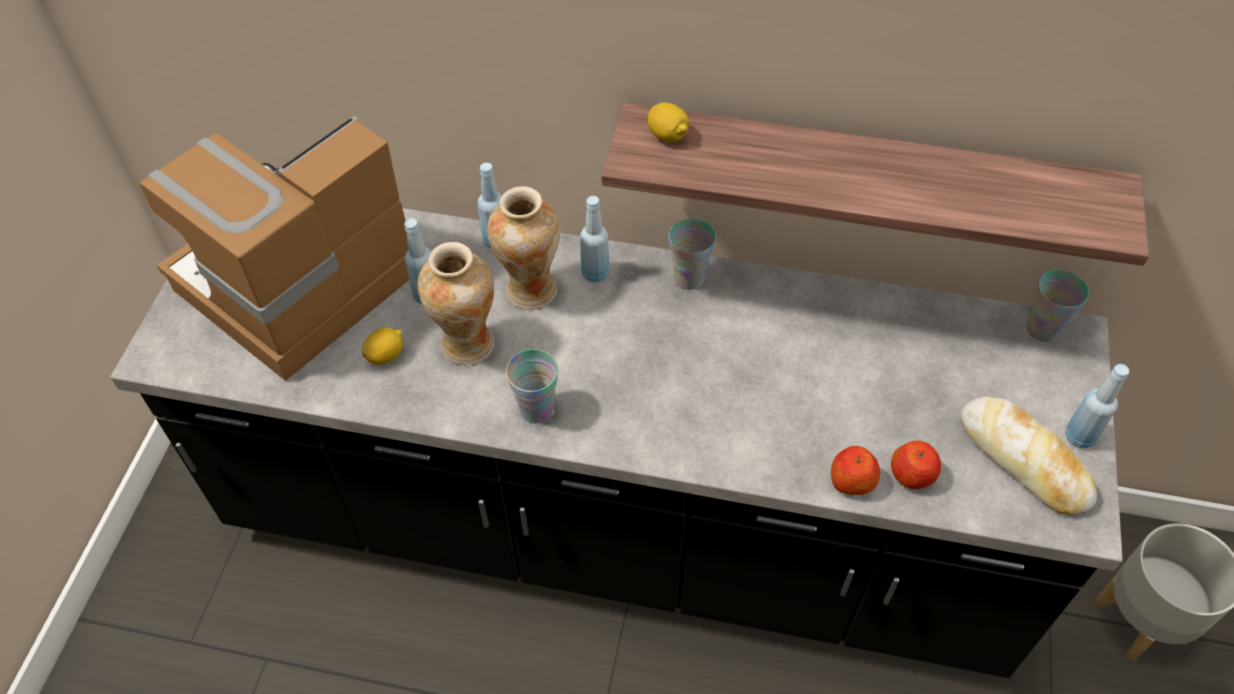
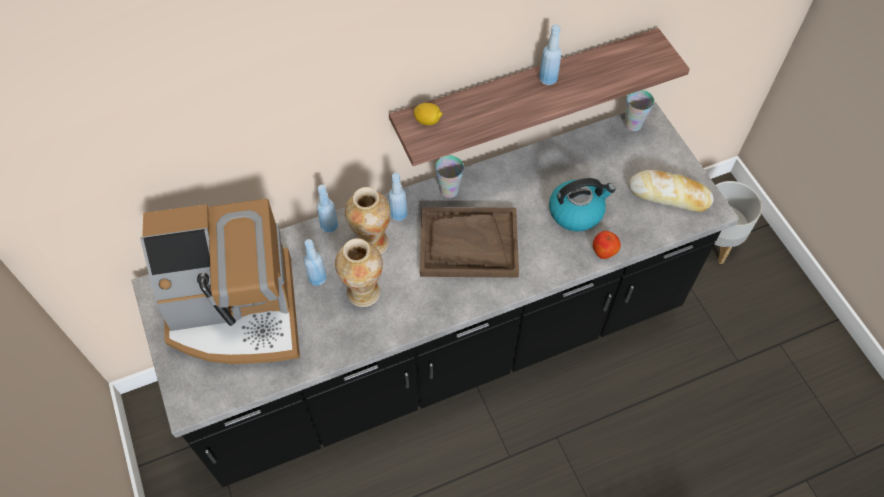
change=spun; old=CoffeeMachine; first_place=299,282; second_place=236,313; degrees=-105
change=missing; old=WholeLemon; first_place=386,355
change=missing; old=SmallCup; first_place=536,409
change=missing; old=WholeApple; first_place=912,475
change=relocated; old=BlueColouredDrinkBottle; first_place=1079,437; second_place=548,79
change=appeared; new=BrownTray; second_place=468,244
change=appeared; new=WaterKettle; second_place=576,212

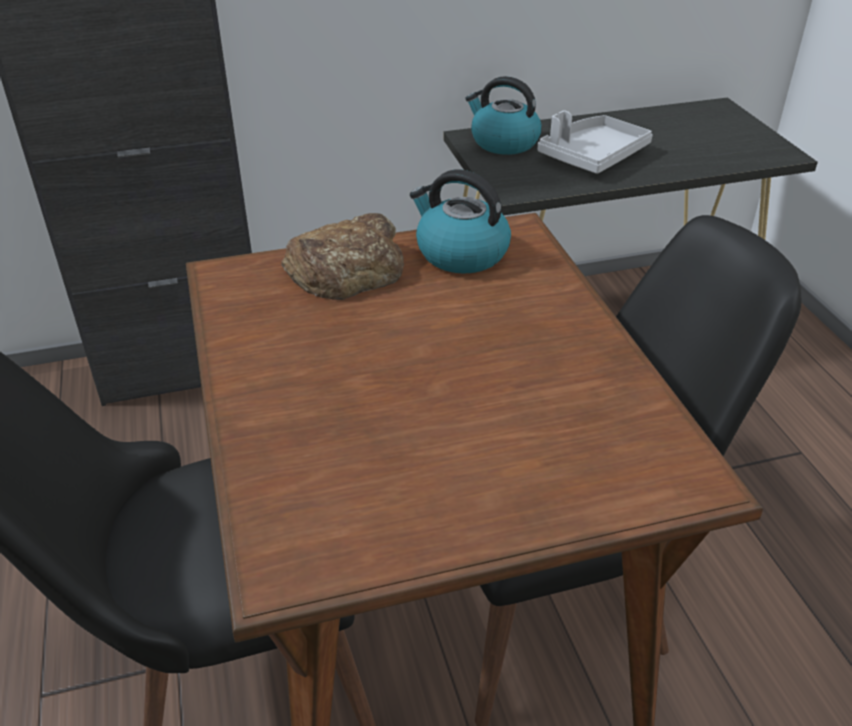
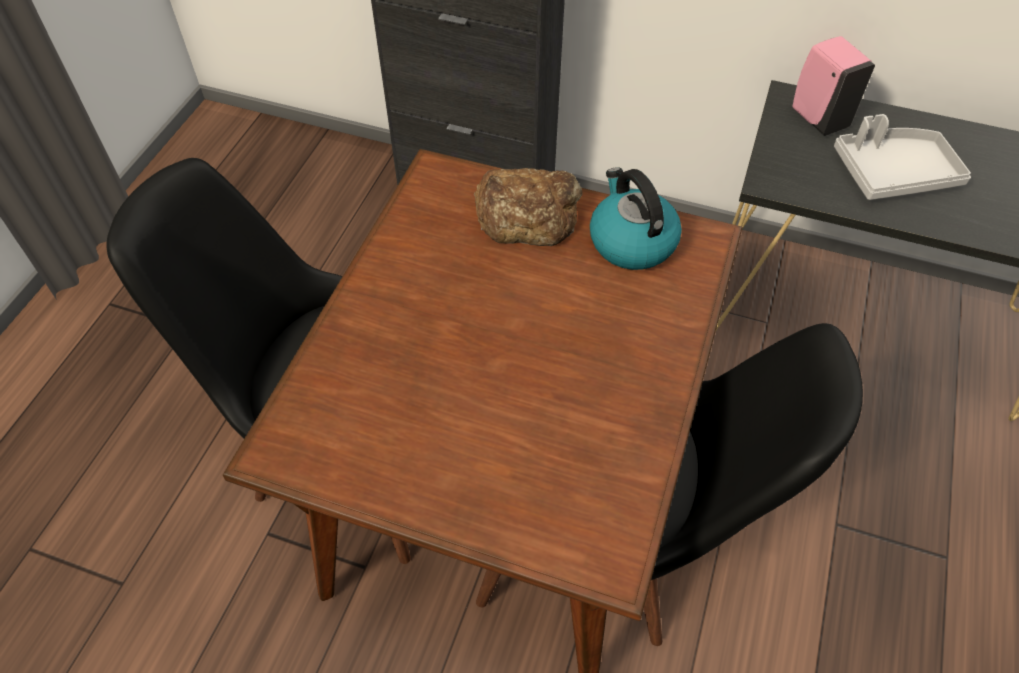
change=exchanged; old=WaterKettle; new=PinkColouredLiquidSoapBottle; first_place=503,142; second_place=817,118

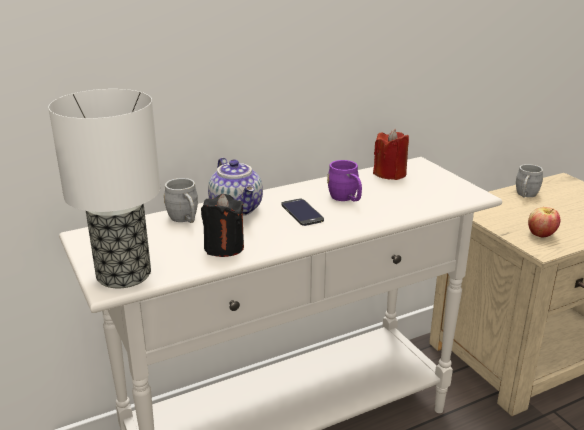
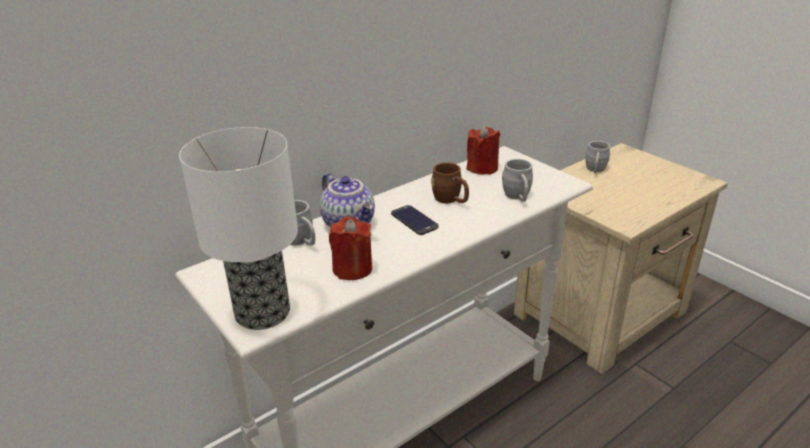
change=colour; old=BlackColouredWaxLight; new=RedWaxLight; first_place=224,247; second_place=352,269
change=colour; old=PurpleColouredTeaMug; new=BrownTeaMug; first_place=346,199; second_place=451,200
change=missing; old=WholeApple; first_place=541,235
change=appeared; new=GrayTeaMug; second_place=518,197

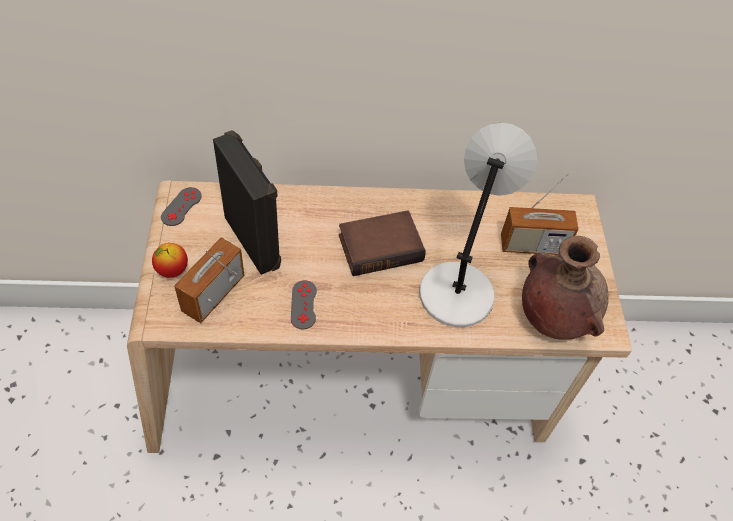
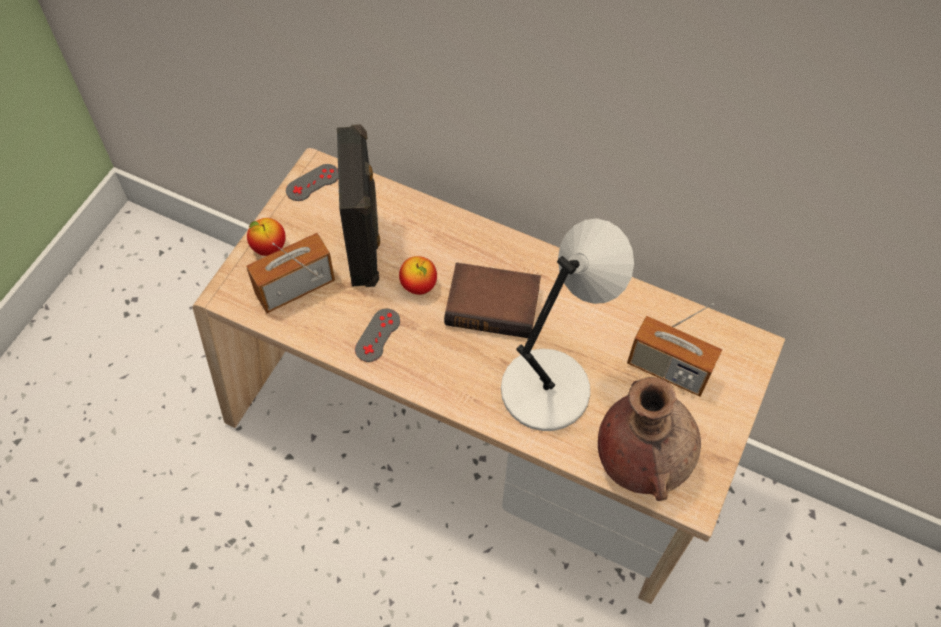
change=appeared; new=WholeApple; second_place=418,286

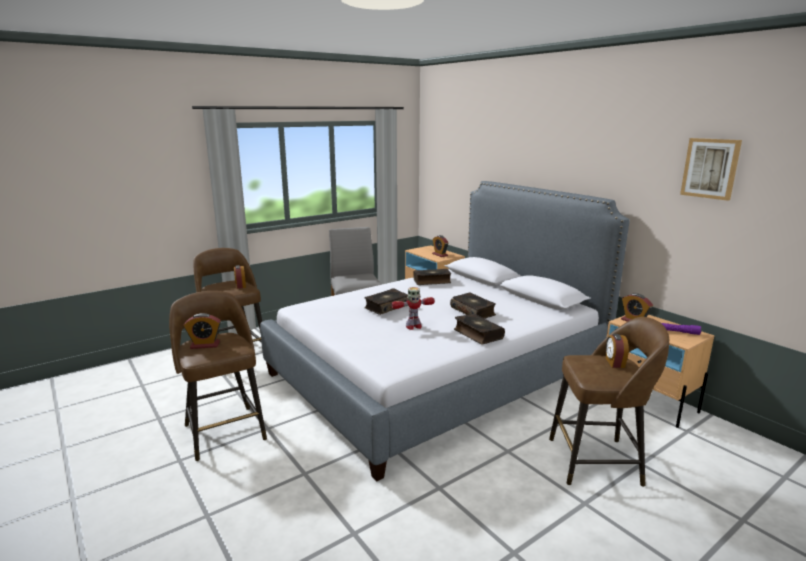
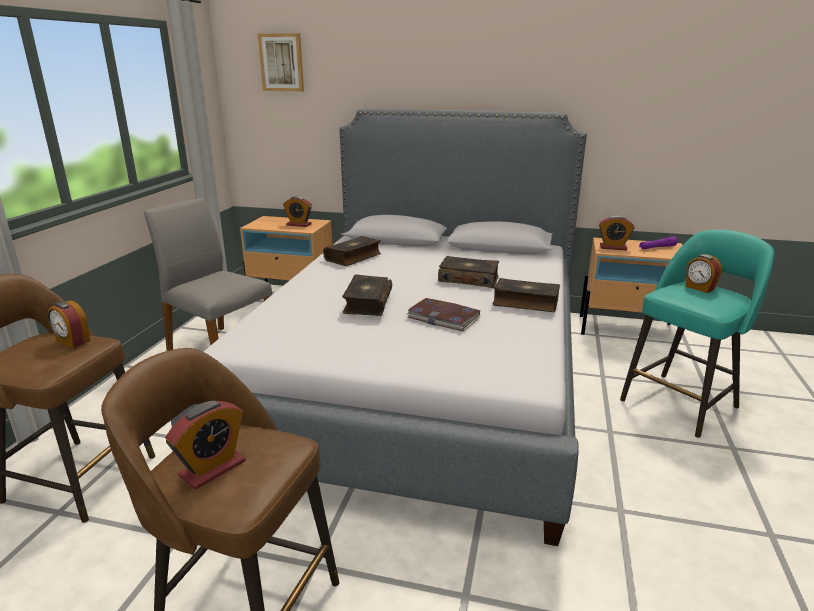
change=exchanged; old=ModelRobot; new=Book; first_place=413,326; second_place=444,317
change=colour; old=BrownStoolSeat; new=TurquoiseColouredStoolSeat; first_place=597,461; second_place=681,402
change=relocated; old=WallArt; first_place=710,168; second_place=282,62

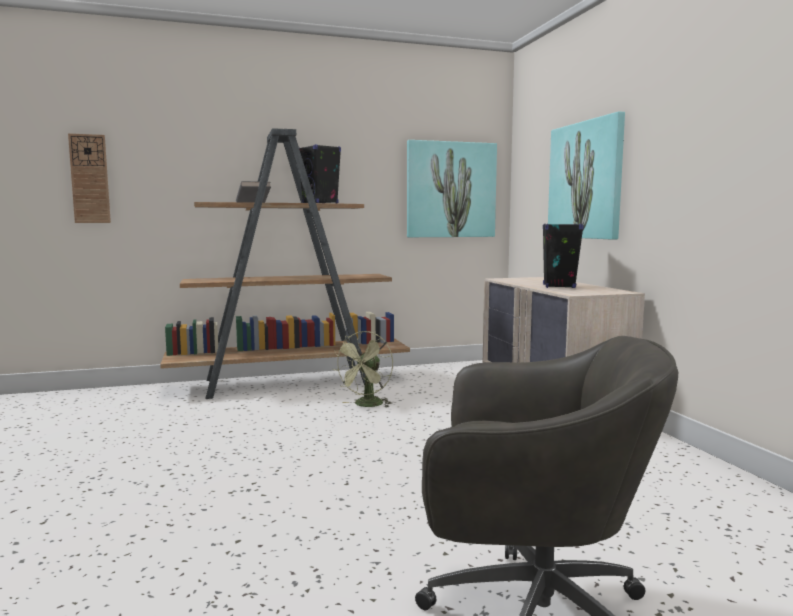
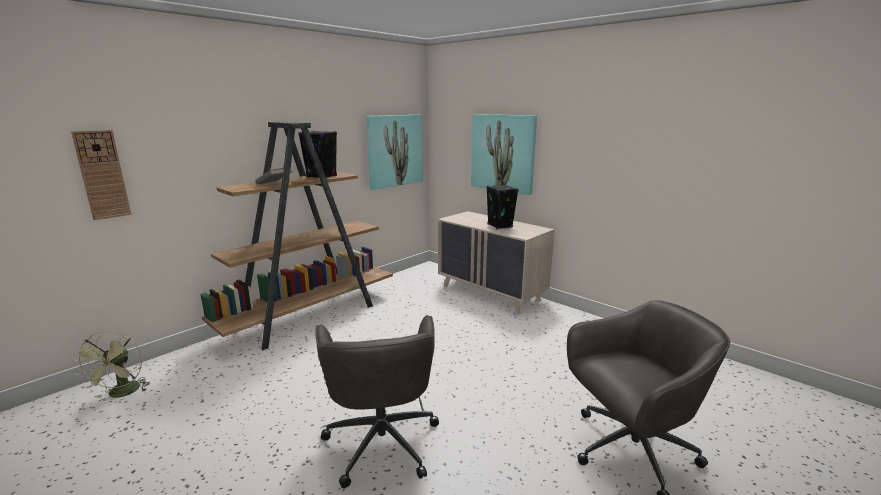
change=relocated; old=GreenCoolingFan; first_place=366,405; second_place=122,394
change=appeared; new=GrayComputerChair; second_place=382,439

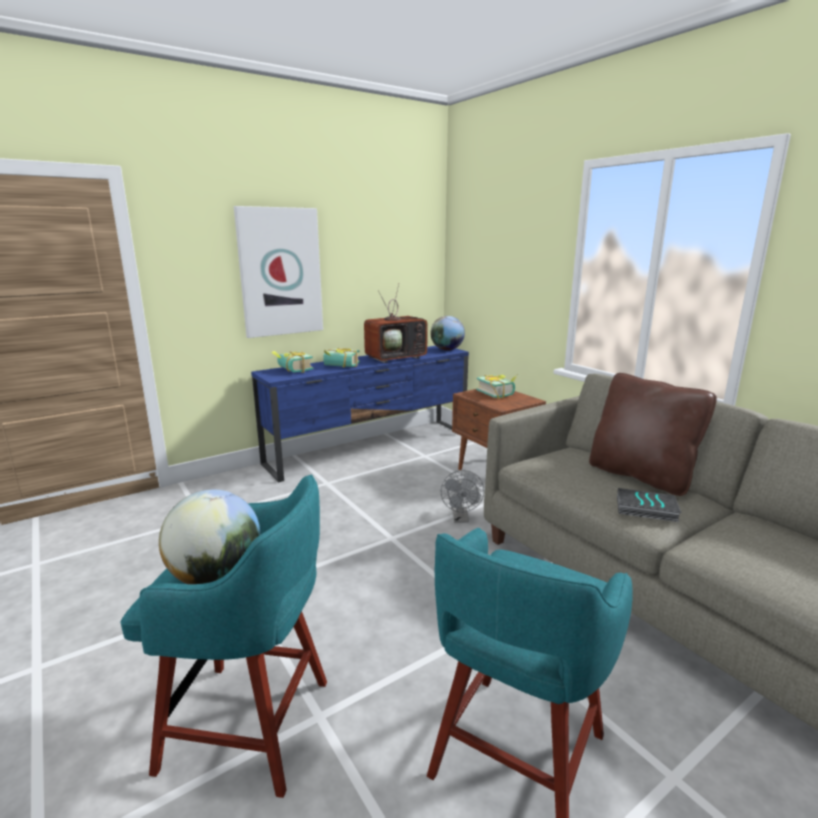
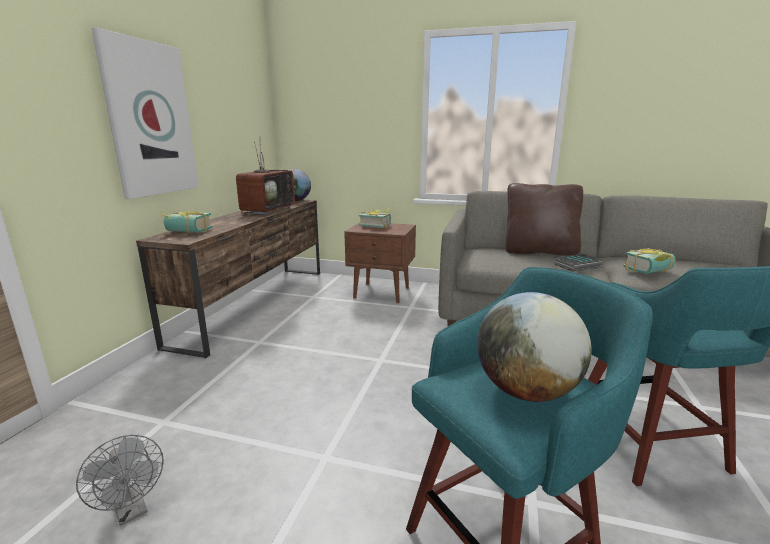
change=colour; old=BlueColouredTvStand; new=BrownTvStand; first_place=371,447; second_place=257,303
change=relocated; old=Book; first_place=340,366; second_place=651,272
change=relocated; old=GrayCoolingFan; first_place=461,519; second_place=132,511

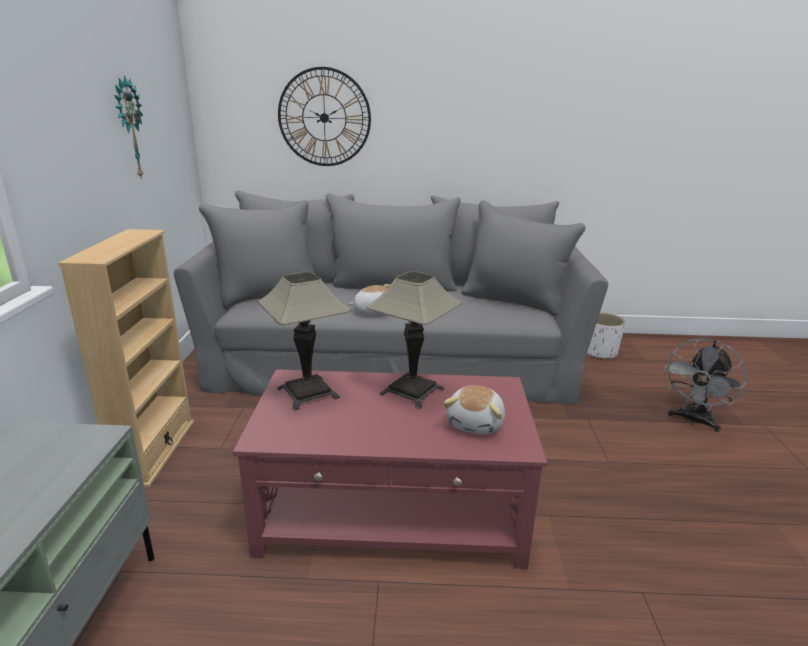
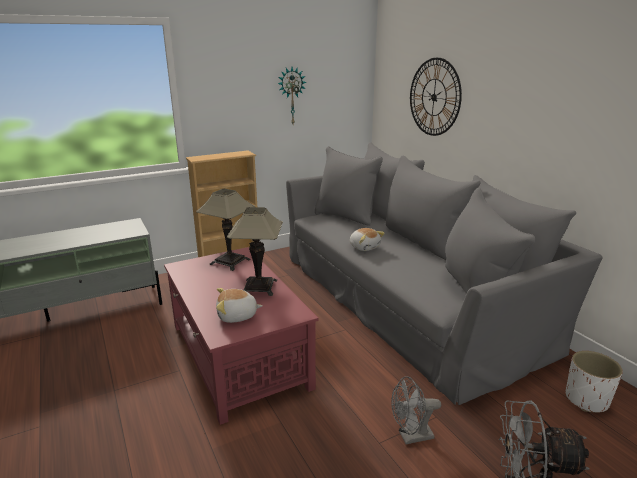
change=appeared; new=GrayCoolingFan; second_place=411,437

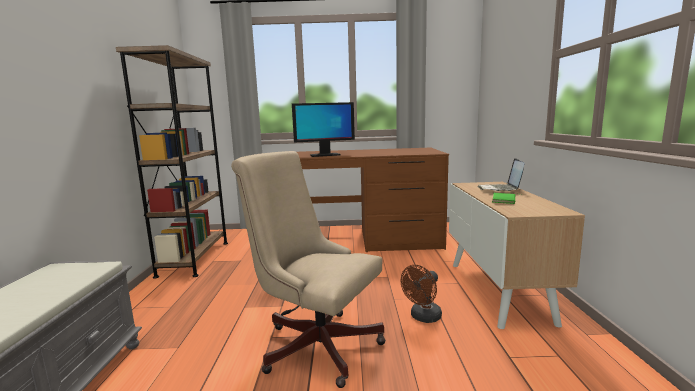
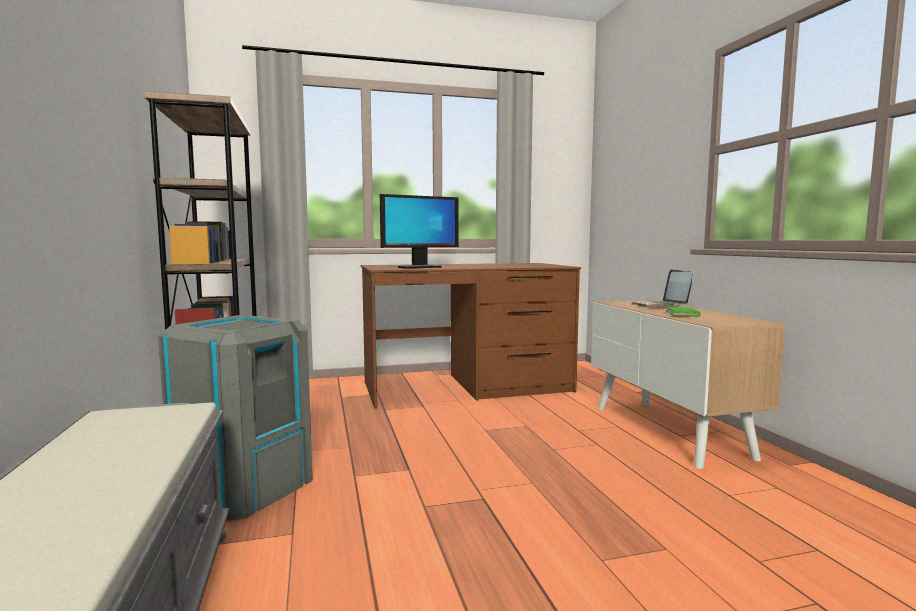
change=missing; old=BeigeComputerChair; first_place=315,343
change=missing; old=BrownCoolingFan; first_place=423,317
change=appeared; new=GrayRubbishBin; second_place=244,486

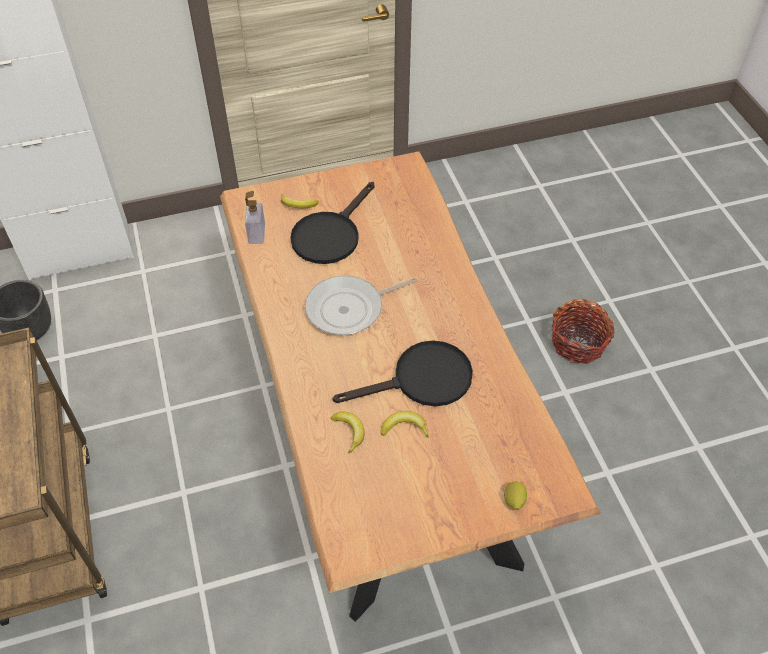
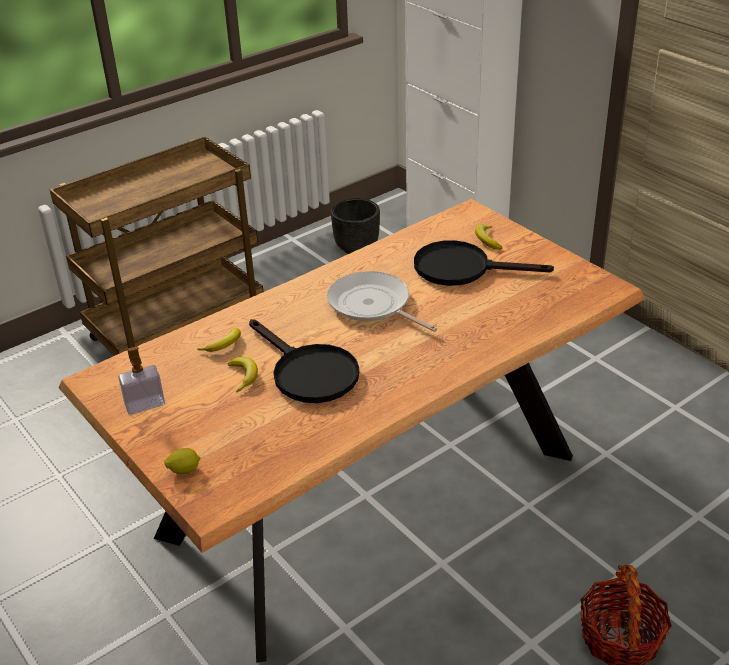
change=relocated; old=LiquidSoapBottle; first_place=256,234; second_place=145,404

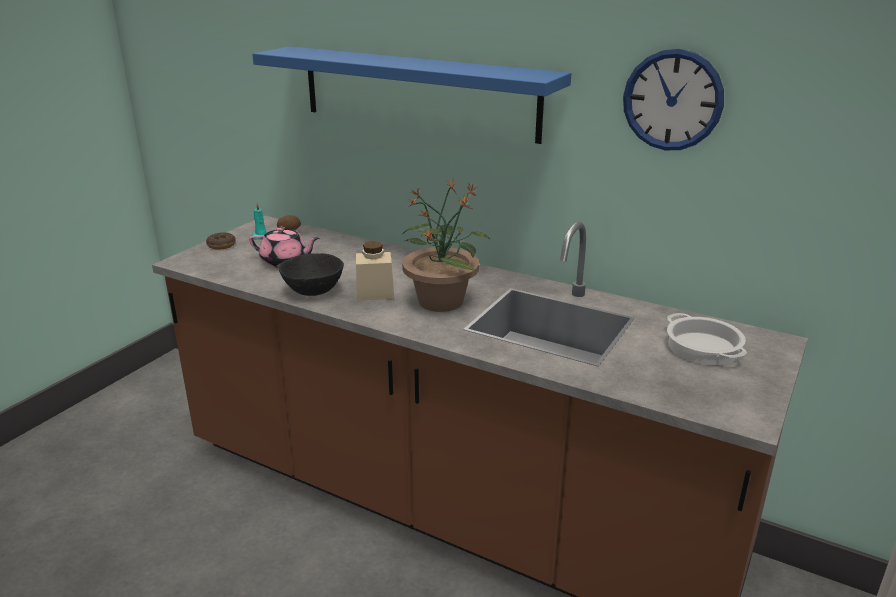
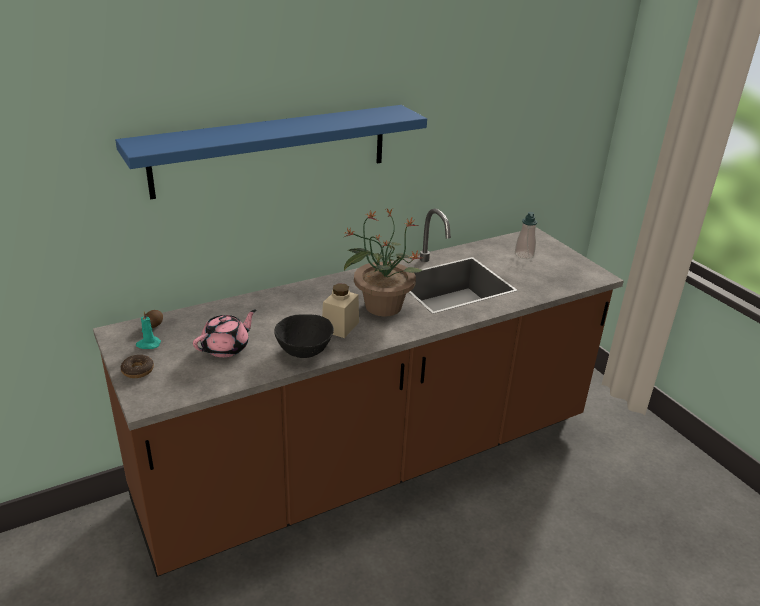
change=missing; old=HangingClock; first_place=672,100
change=exchanged; old=Saucepot; new=LiquidSoapBottle; first_place=704,348; second_place=524,255

